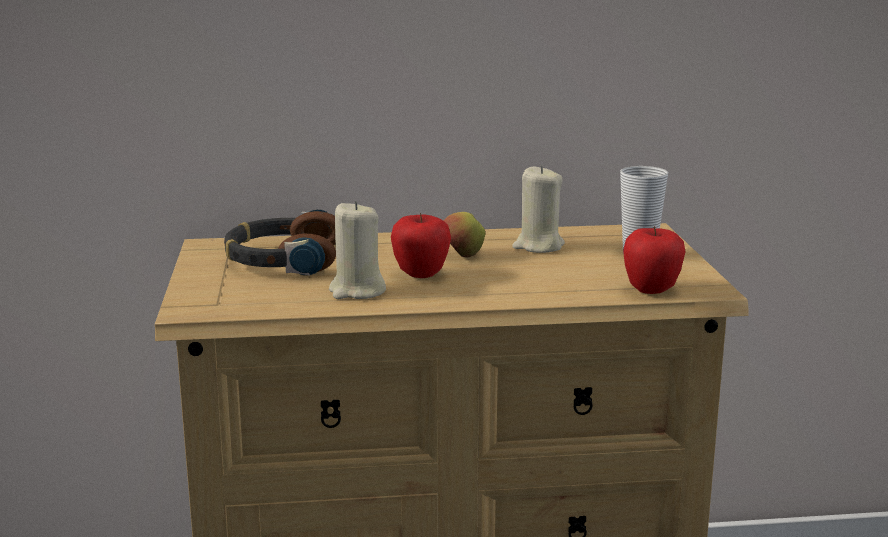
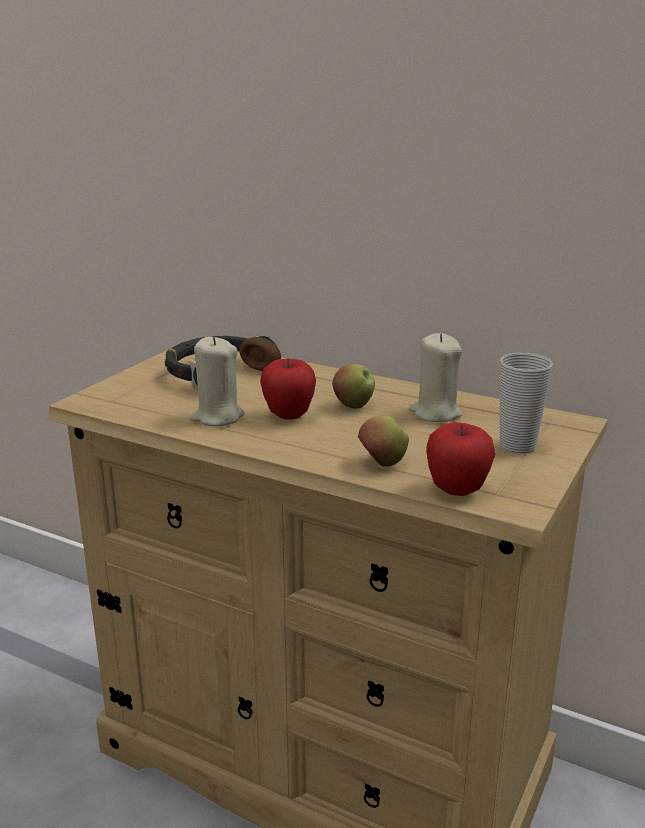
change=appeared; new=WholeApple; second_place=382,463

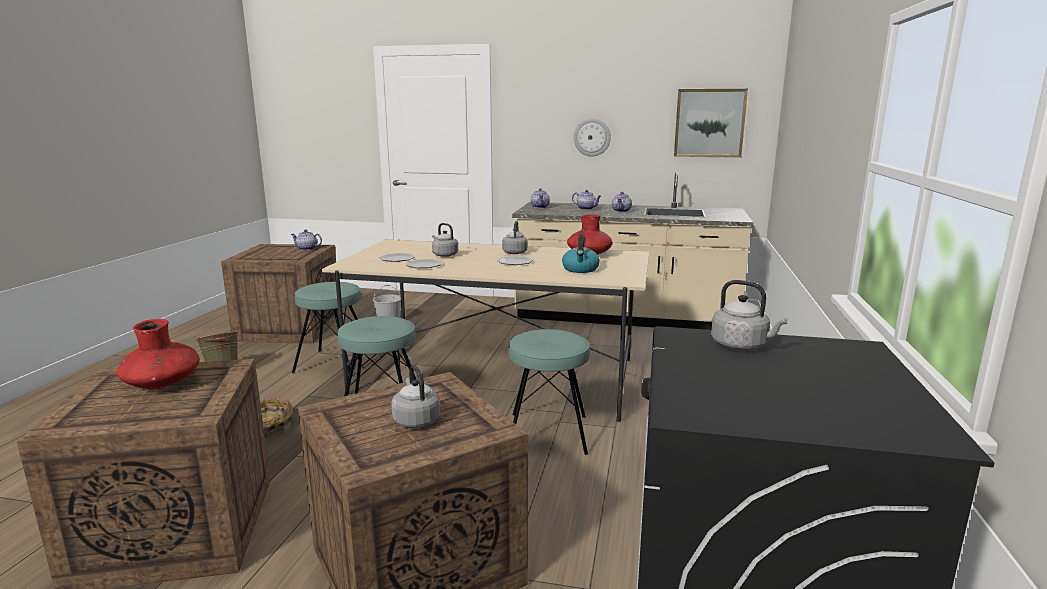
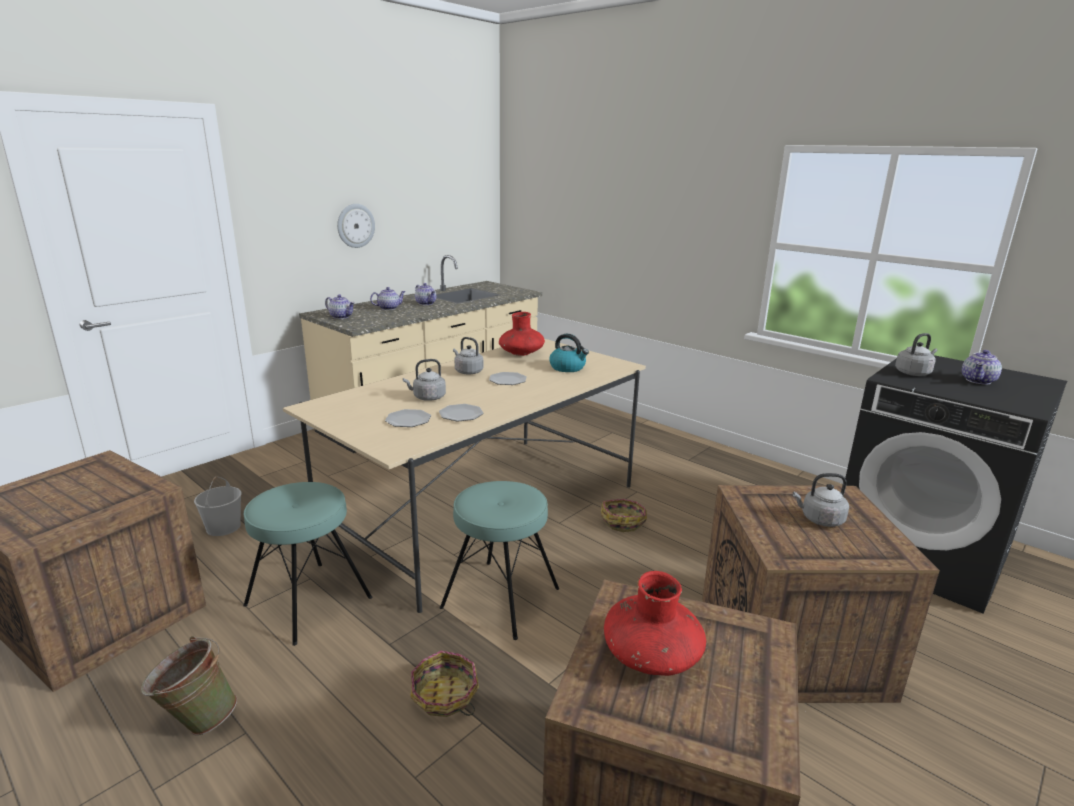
change=relocated; old=Teapot; first_place=306,249; second_place=978,381
change=exchanged; old=TurquoiseColouredStoolSeat; new=Basket; first_place=548,433; second_place=623,521
change=missing; old=WallArt; first_place=709,123

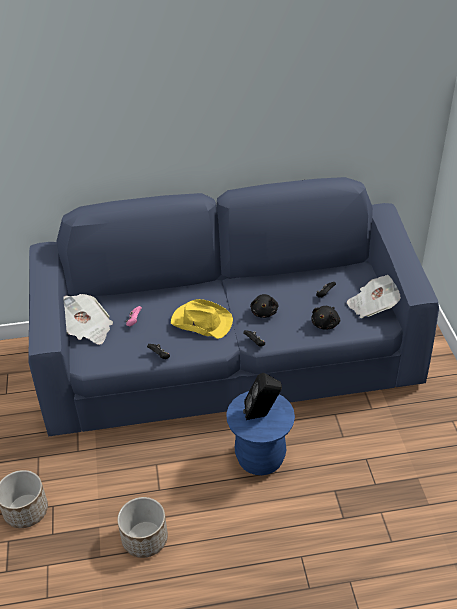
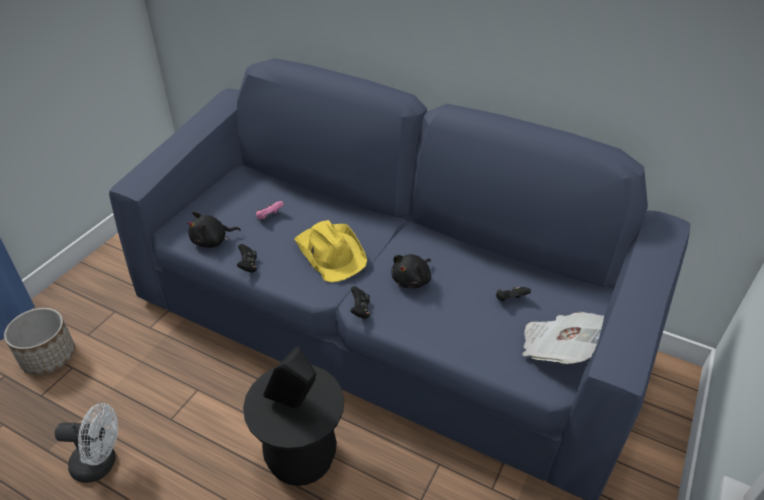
change=missing; old=DailyPaper; first_place=87,329
change=exchanged; old=Planter; new=WhiteColouredCoolingFan; first_place=144,539; second_place=101,463
change=colour; old=BlueColouredStoolSeat; new=BlackColouredStoolSeat; first_place=260,458; second_place=301,458
change=relocated; old=BlackColouredPlushToy; first_place=325,324; second_place=212,241

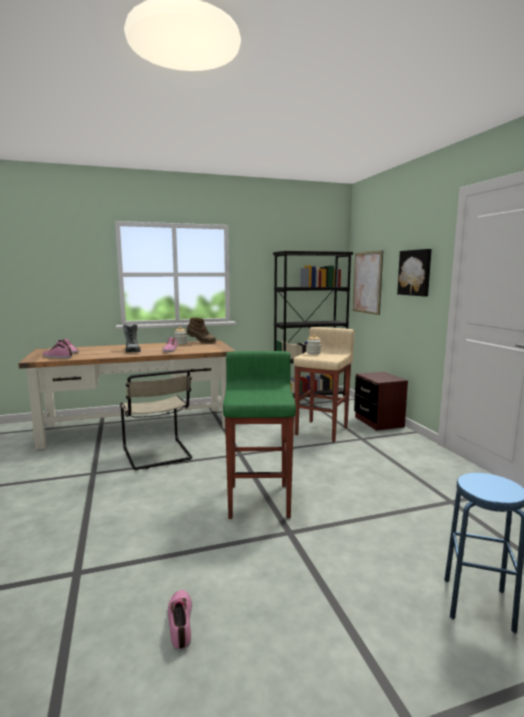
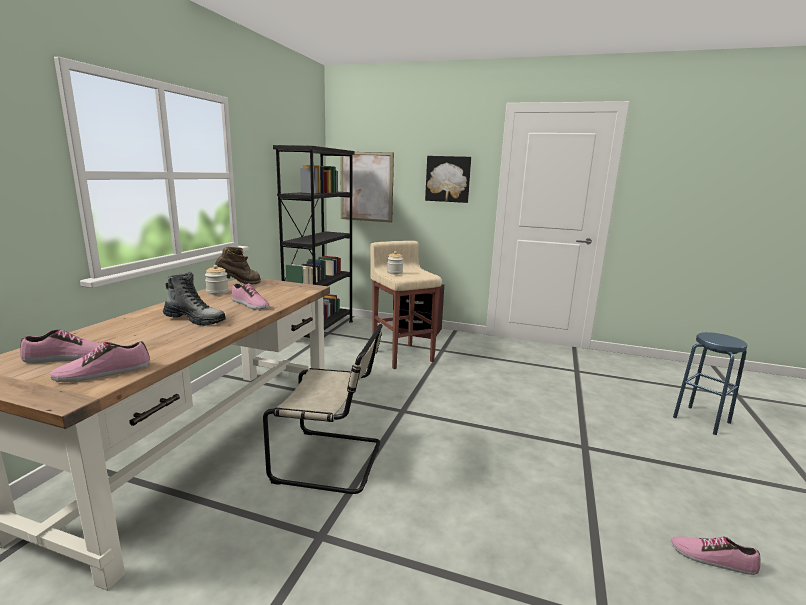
change=missing; old=GreenStoolSeat; first_place=260,499

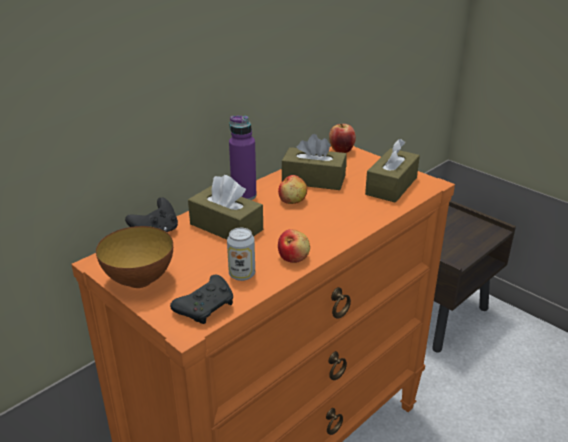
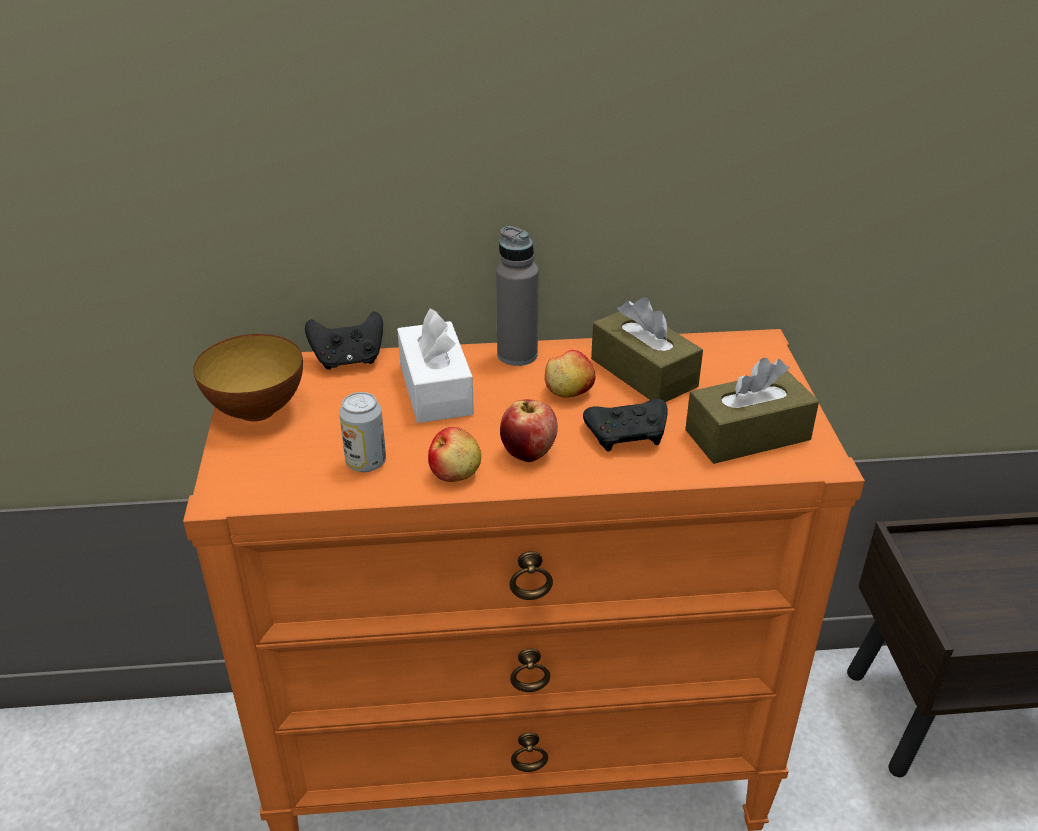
change=relocated; old=BlackColouredJoypad; first_place=206,307; second_place=628,434
change=colour; old=BrownTissueBox; new=WhiteColouredTissueBox; first_place=226,227; second_place=435,389
change=colour; old=PurpleColouredDrinkBottle; new=GrayDrinkBottle; first_place=244,195; second_place=517,355
change=relocated; old=WholeApple; first_place=341,151; second_place=528,453

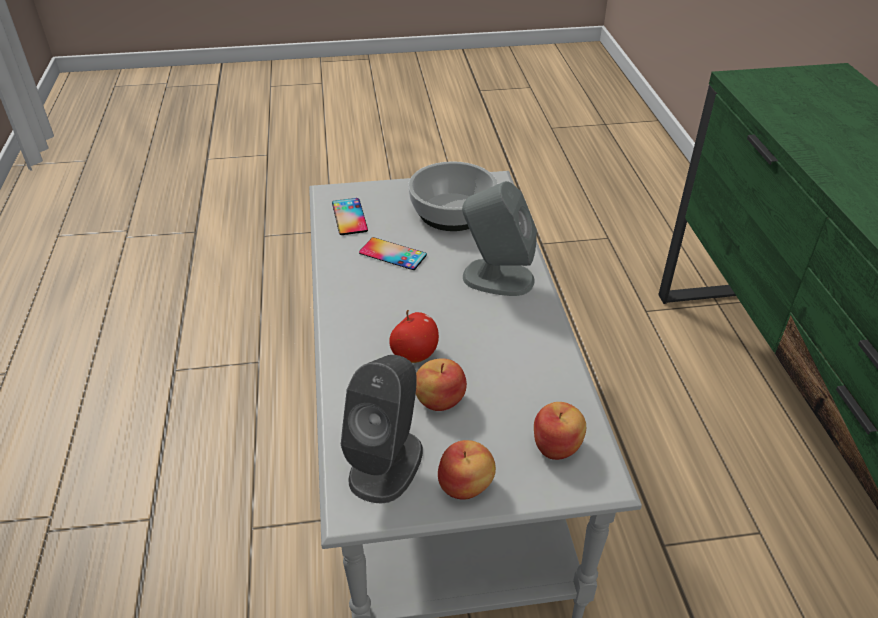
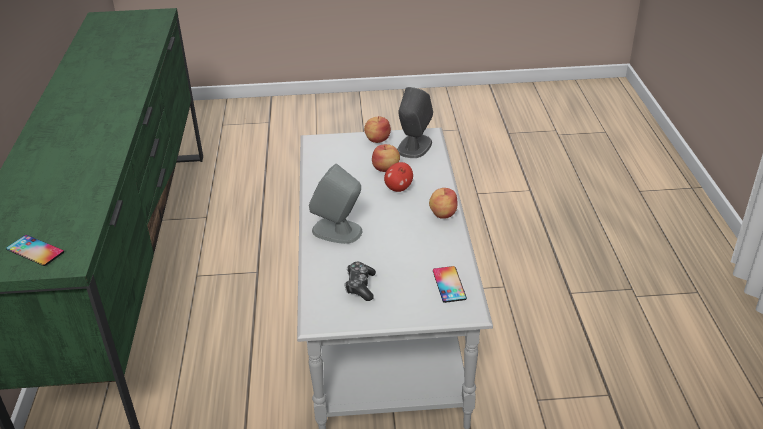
change=relocated; old=Phone; first_place=393,254; second_place=35,250
change=exchanged; old=DeepDish; new=Joypad; first_place=453,212; second_place=360,286
change=relocated; old=WholeApple; first_place=557,446; second_place=443,214

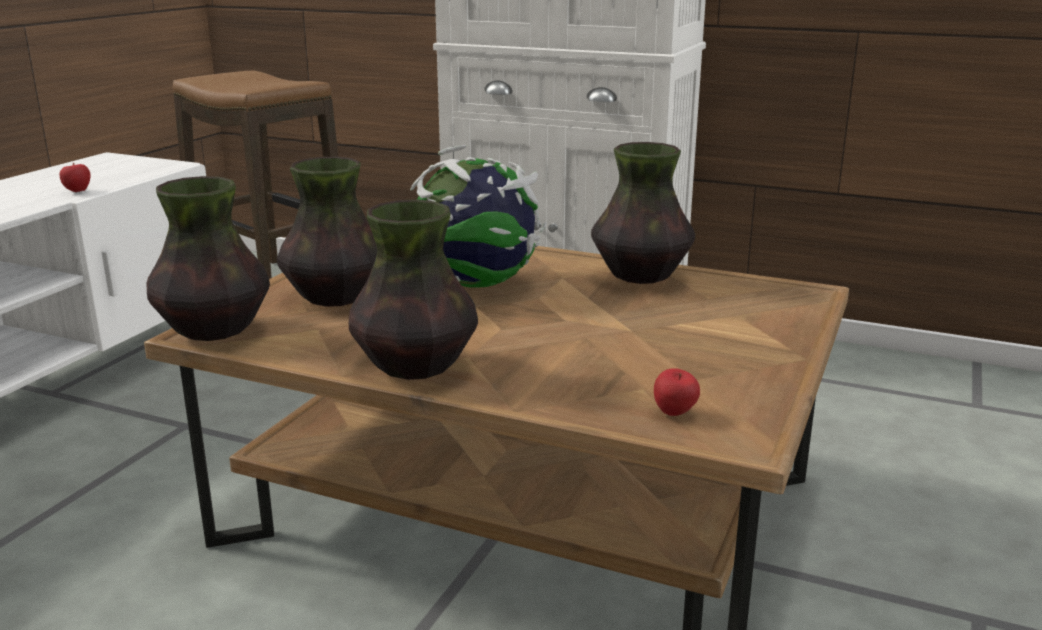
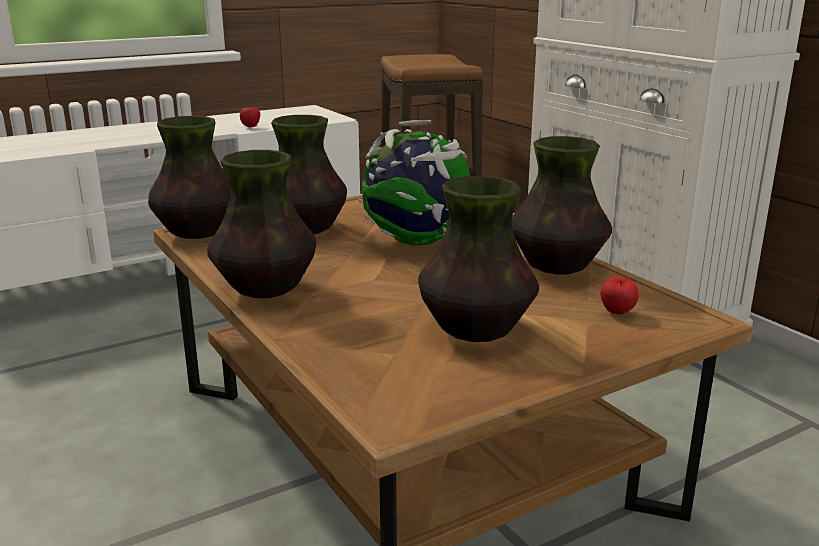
change=relocated; old=WholeApple; first_place=675,414; second_place=617,313
change=appeared; new=FlowerVase; second_place=475,330

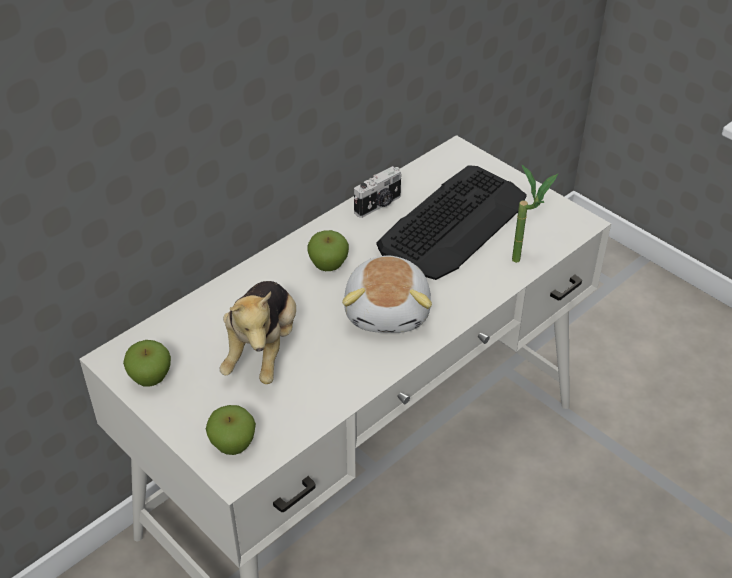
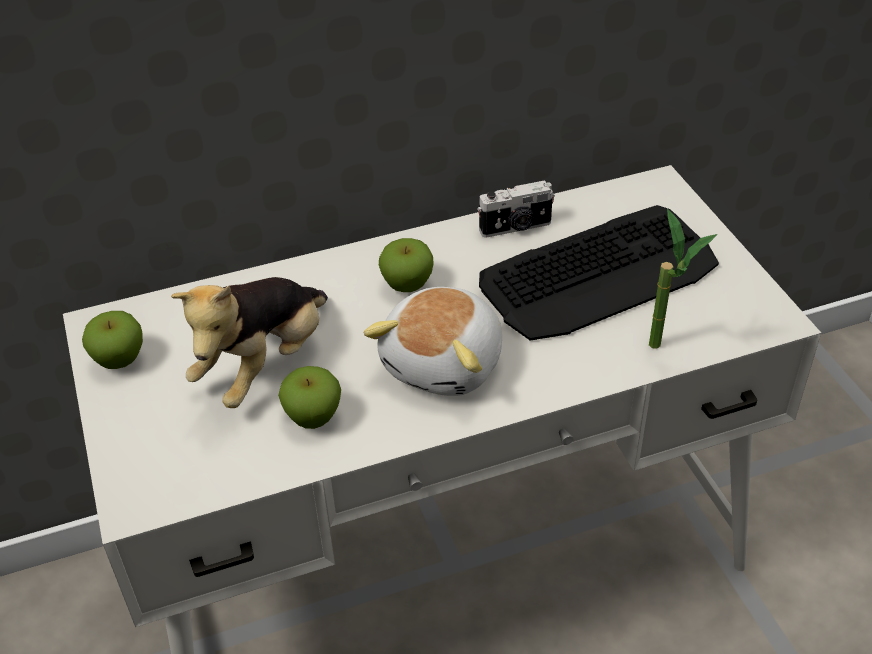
change=relocated; old=WholeApple; first_place=233,445; second_place=313,418

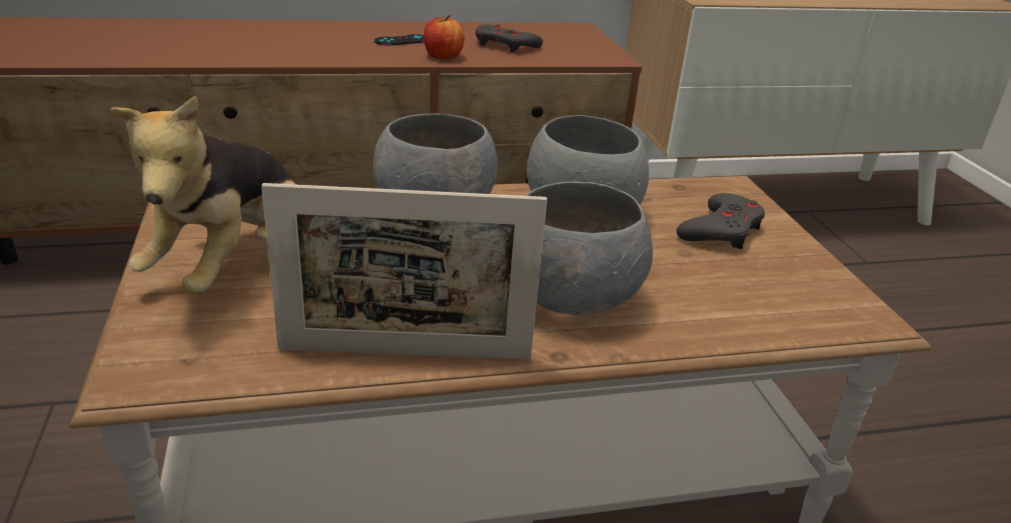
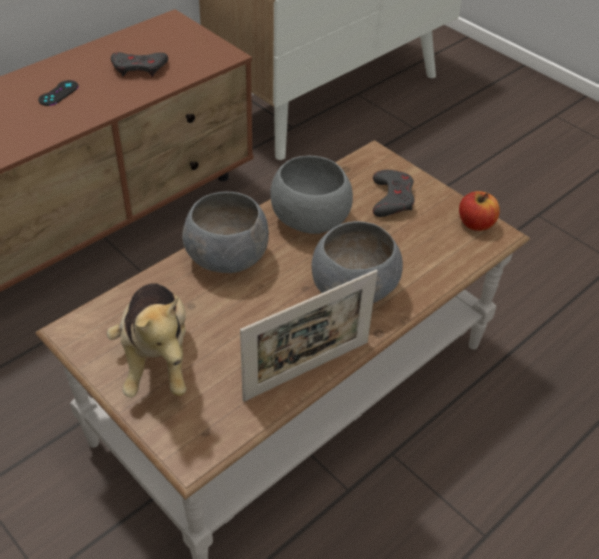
change=relocated; old=WholeApple; first_place=443,56; second_place=475,223

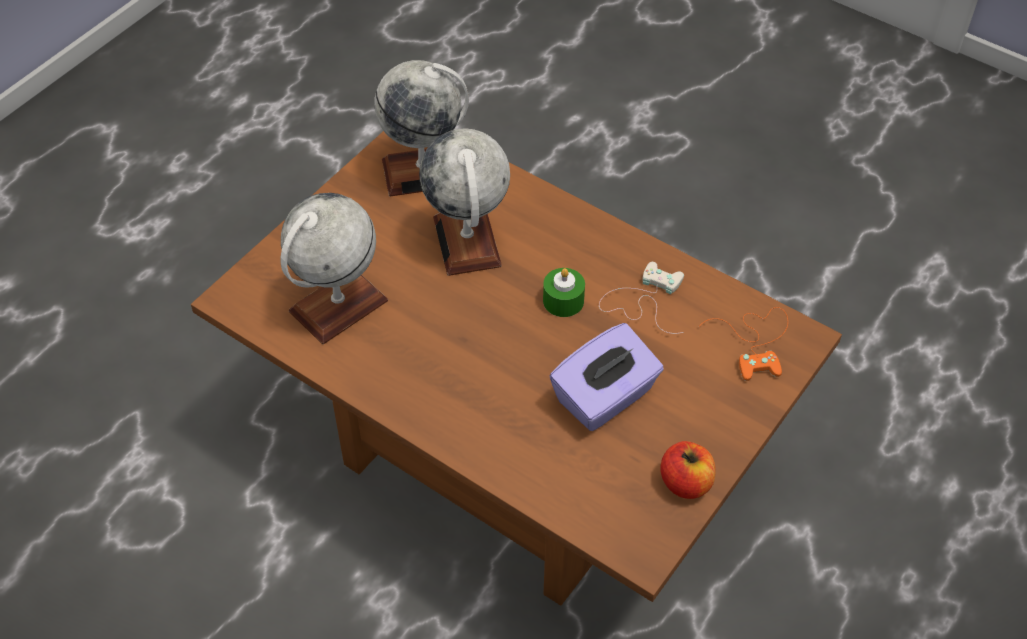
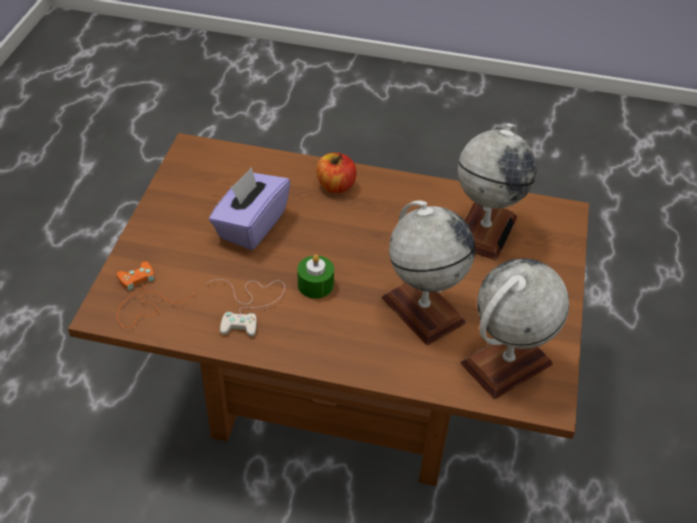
change=relocated; old=WholeApple; first_place=685,483; second_place=335,185

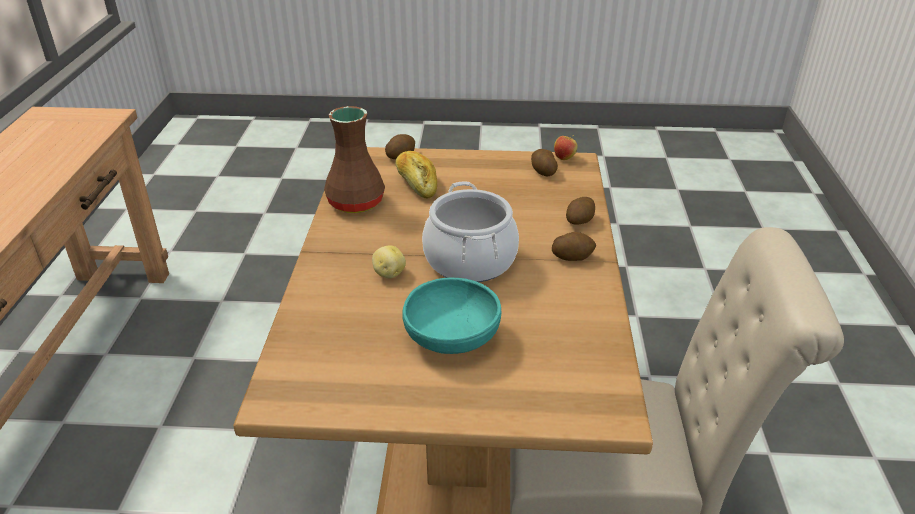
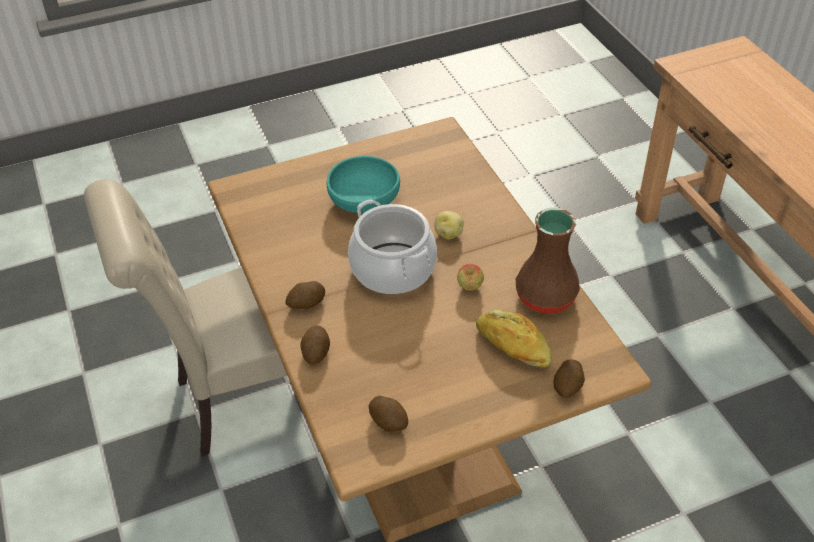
change=relocated; old=WholeApple; first_place=564,158; second_place=470,287

